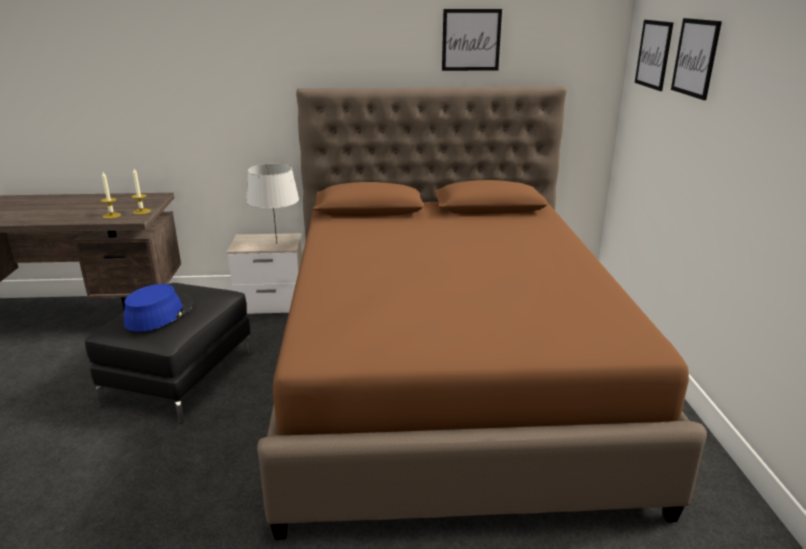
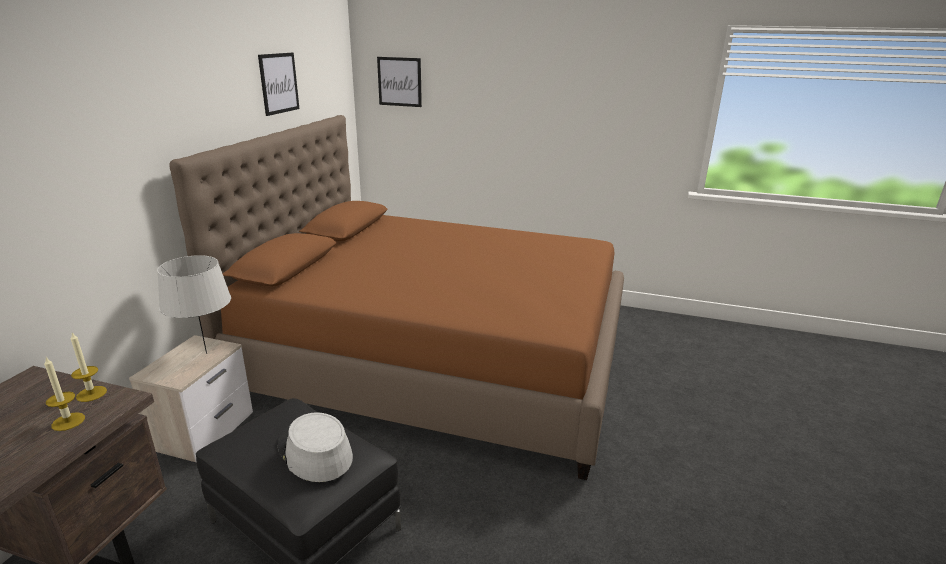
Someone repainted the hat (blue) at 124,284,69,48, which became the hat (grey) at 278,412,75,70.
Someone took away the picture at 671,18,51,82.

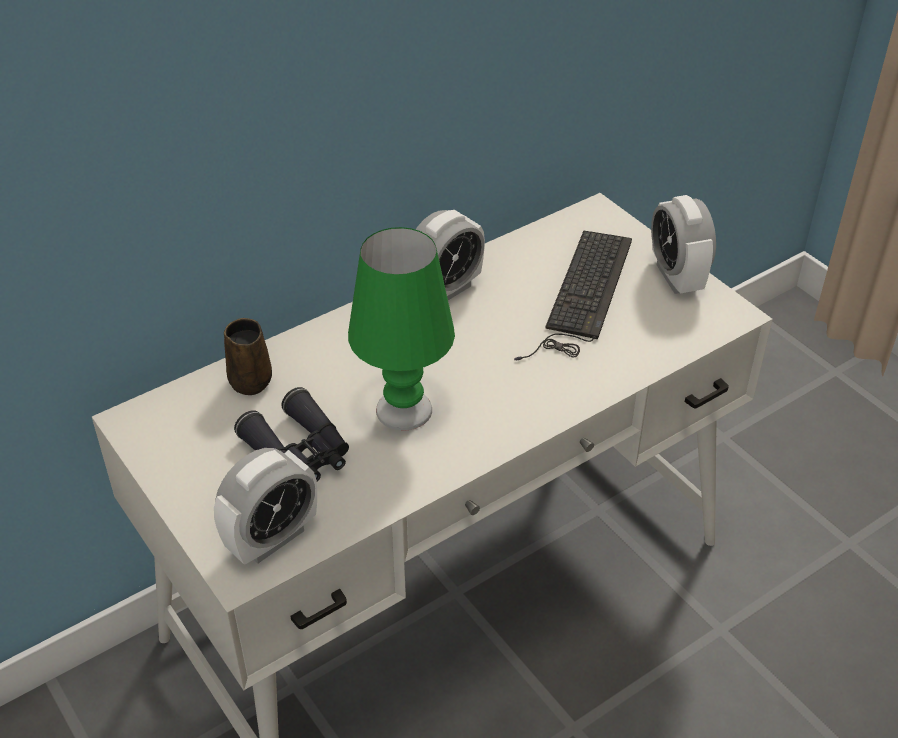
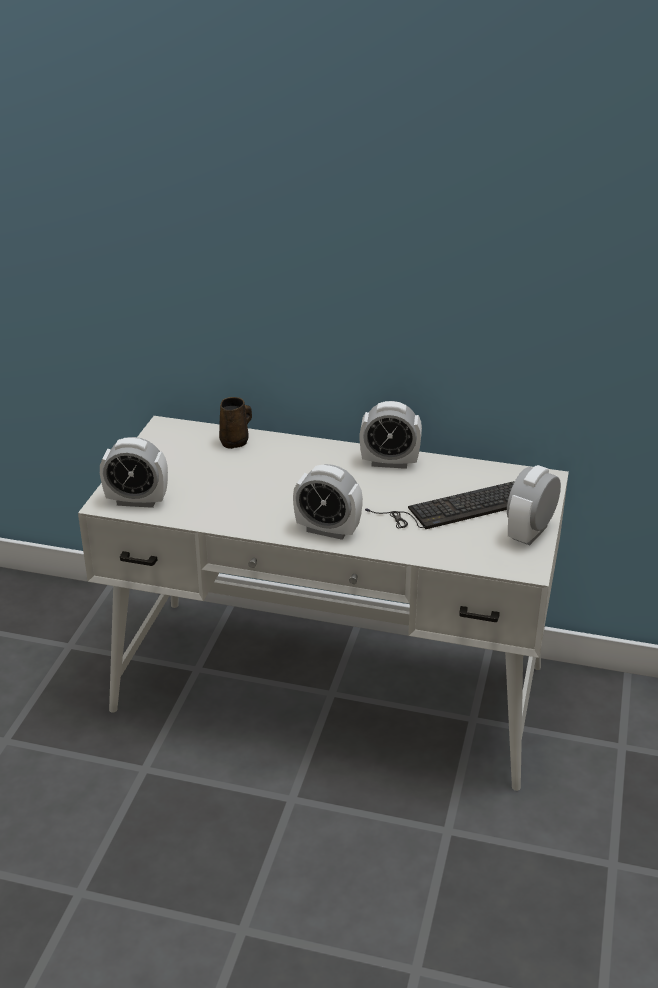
Someone put down the alarm clock at 293,464,70,76.
Someone took away the binoculars (black) at 234,387,115,94.
Someone took away the table lamp (green) at 348,227,107,204.

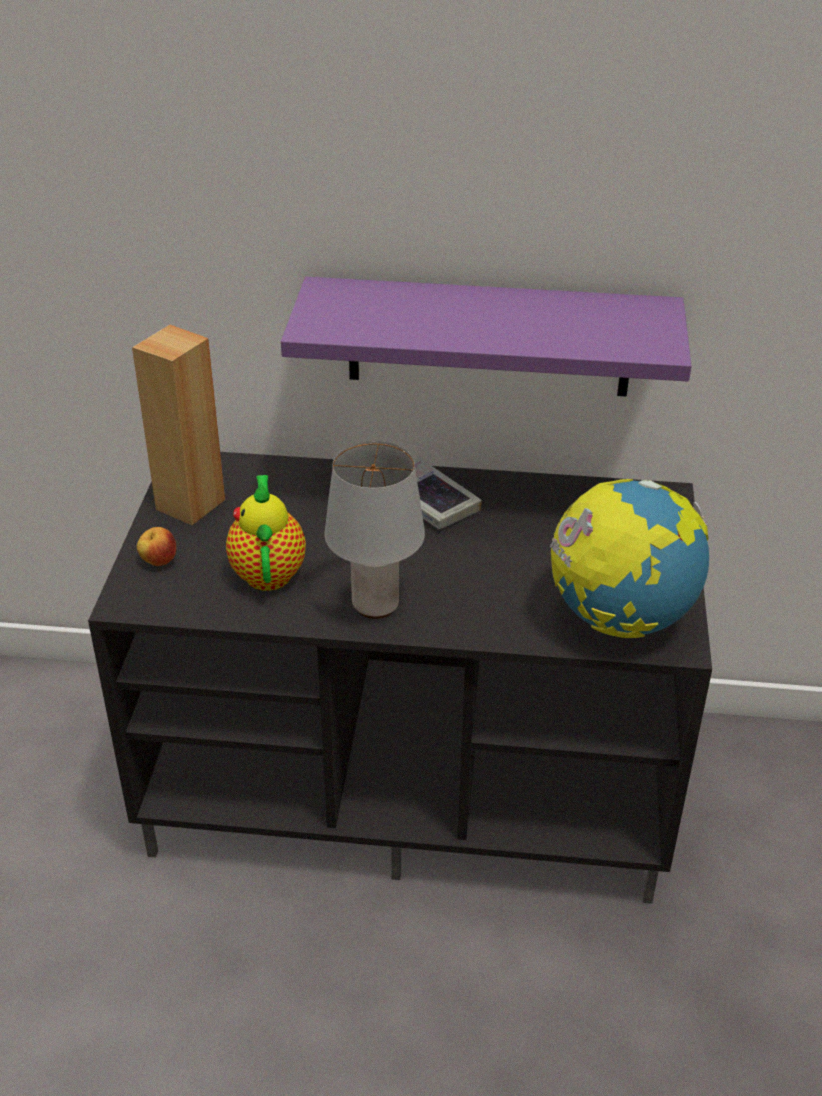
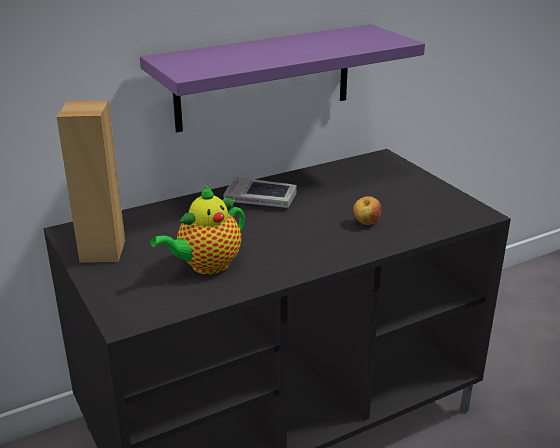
Someone rotated the teapot at 226,475,80,116 by 90 degrees counterclockwise.
Someone carried the apple from 137,527,39,39 to 353,196,28,29.
Someone took away the table lamp (grey) at 325,441,100,178.
Someone took away the globe at 550,479,159,159.

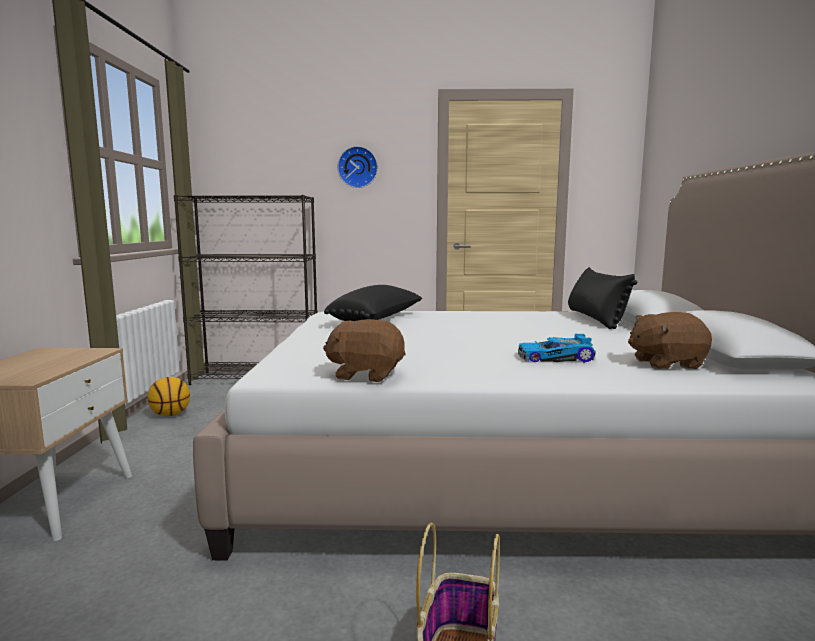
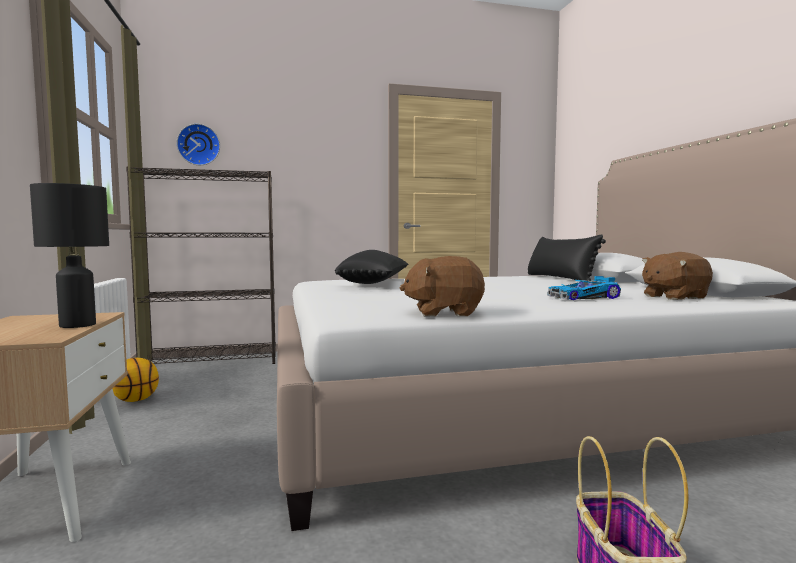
Someone put down the table lamp (black) at 30,183,79,145.
Someone carried the wall clock from 337,146,41,42 to 177,124,43,41.

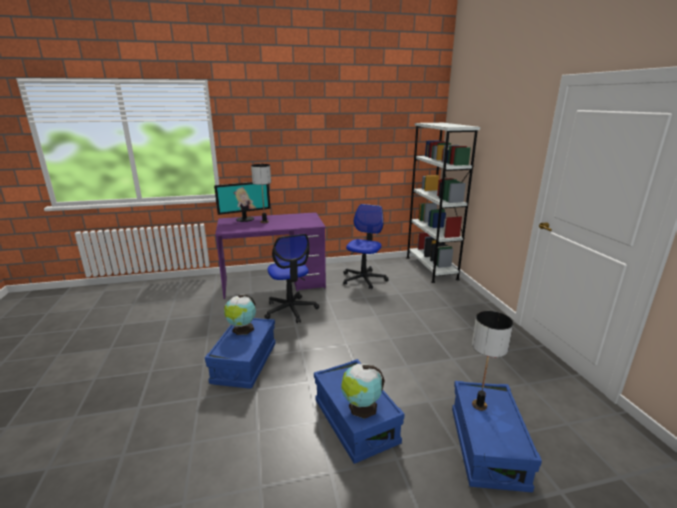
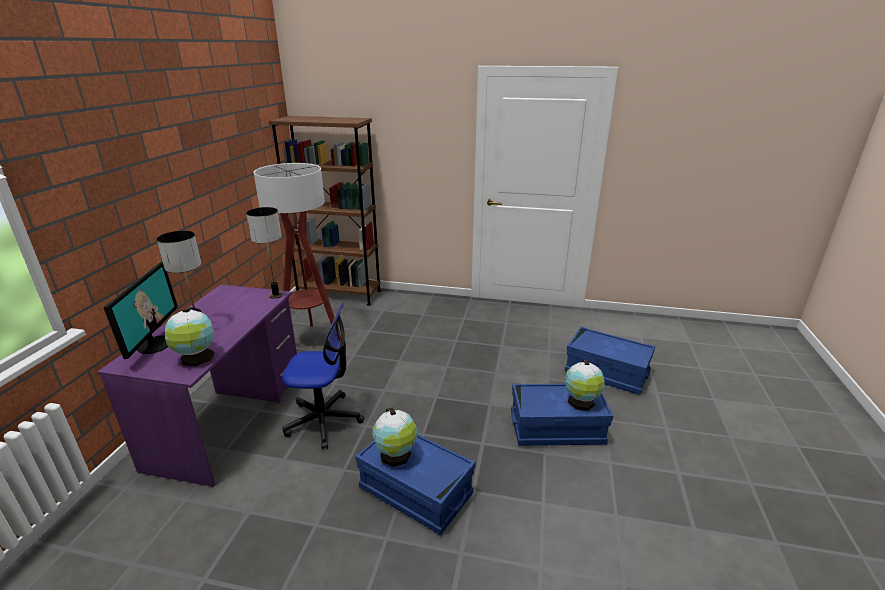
Someone put down the globe at 165,307,50,59.
Someone carried the table lamp from 472,311,41,100 to 246,207,36,92.
Someone swapped the office chair at 343,204,46,85 for the floor lamp at 254,163,88,178.
Someone repainted the bookcase (white) at 406,123,74,160, which became the bookcase (brown) at 269,116,112,190.

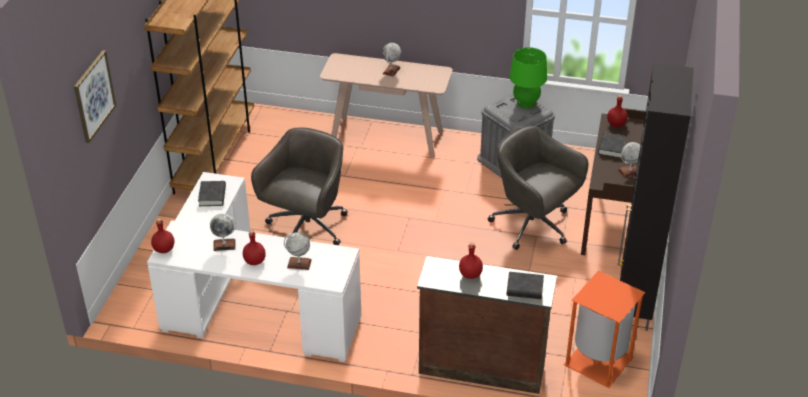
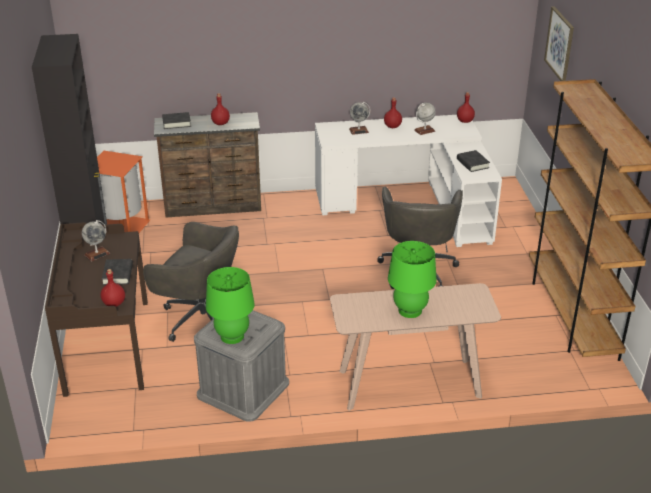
Someone swapped the globe at 382,43,19,34 for the table lamp (green) at 388,241,49,77.

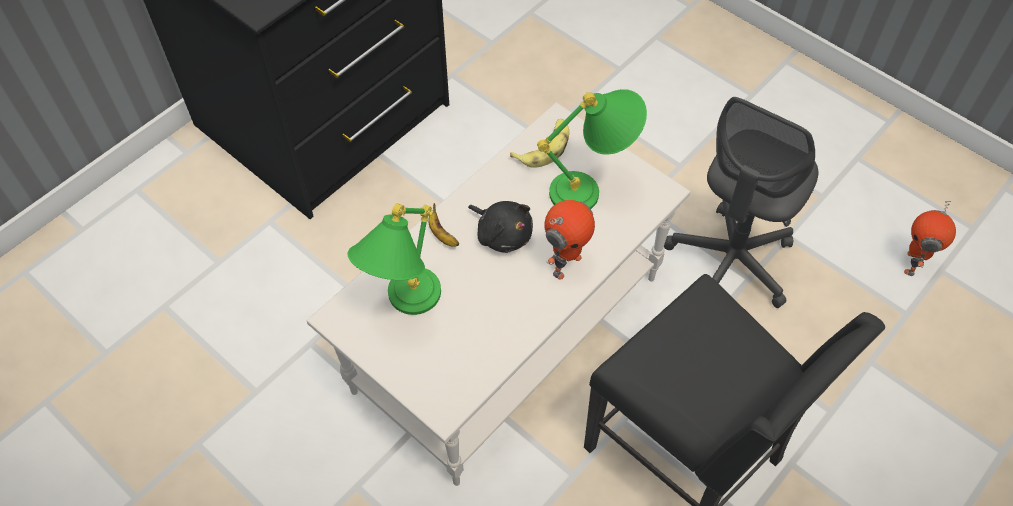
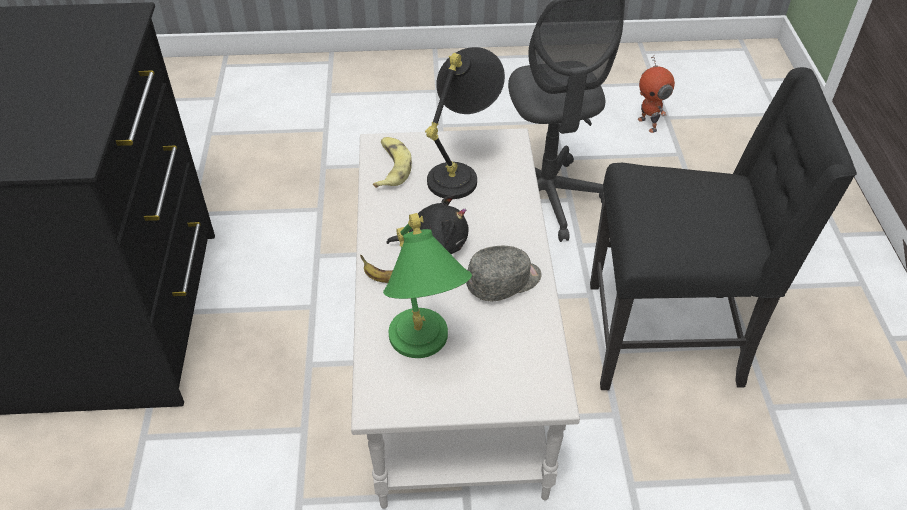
Someone repainted the table lamp (green) at 537,89,110,120, which became the table lamp (black) at 425,47,80,152.
Someone put down the cap (grey) at 466,246,76,55.
Someone took away the toy robot at 544,200,51,80.

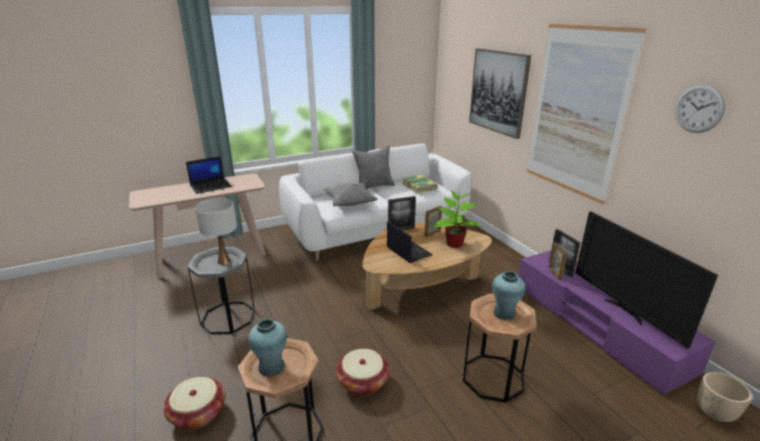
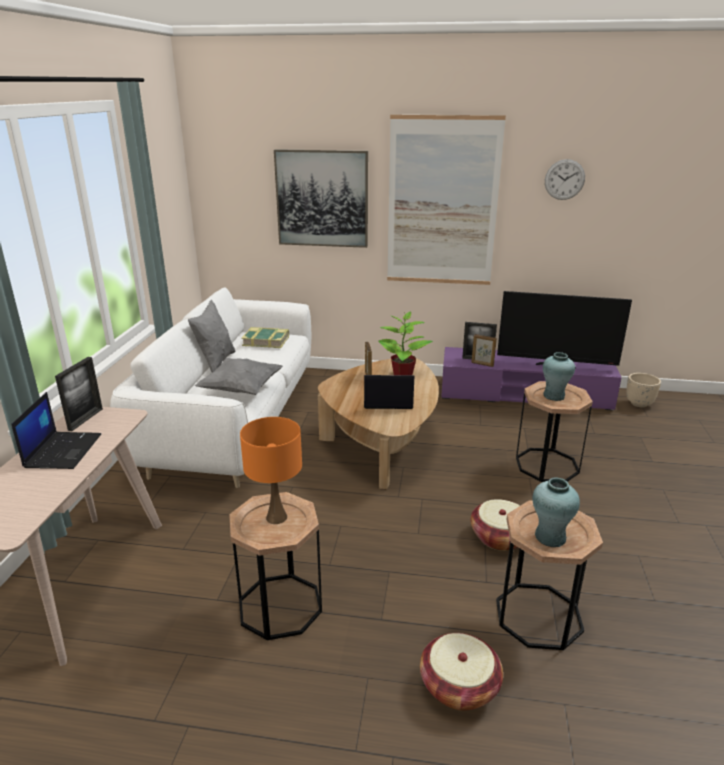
Someone carried the picture frame from 388,196,28,35 to 55,357,48,74.
Someone repainted the side table (grey) at 187,247,68,87, which became the side table (brown) at 229,492,93,148.
Someone repainted the table lamp (white) at 195,198,42,67, which became the table lamp (orange) at 240,417,62,107.

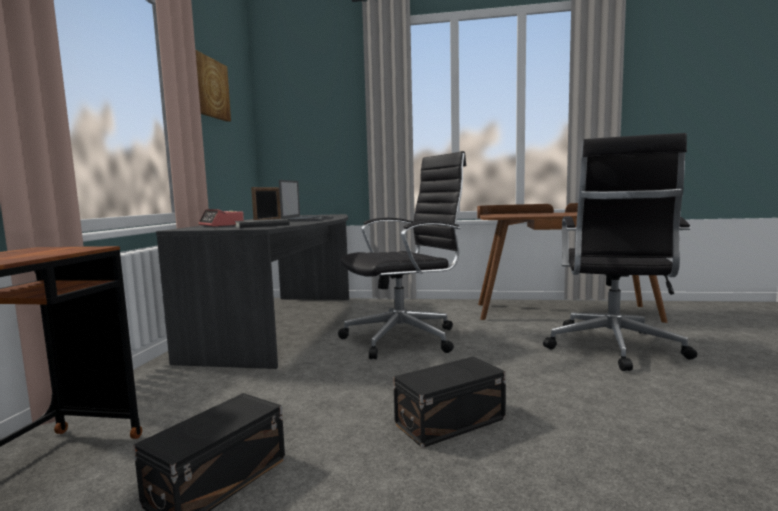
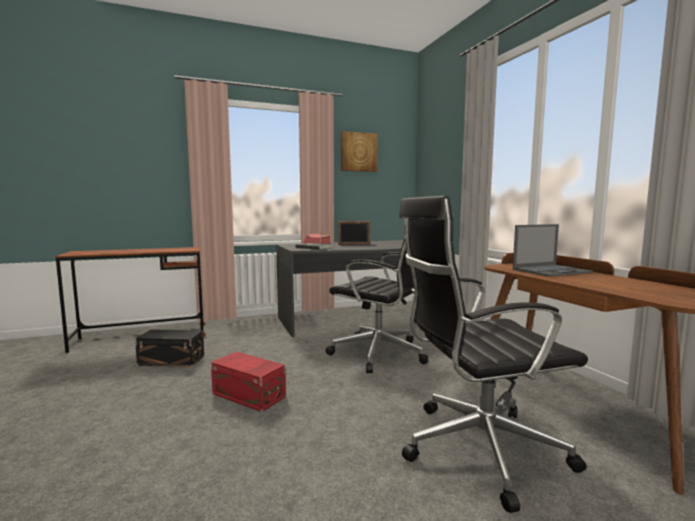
Someone repainted the storage box (black) at 393,357,113,91, which became the storage box (red) at 211,352,75,60.
Someone carried the laptop from 279,180,54,42 to 513,224,80,53.

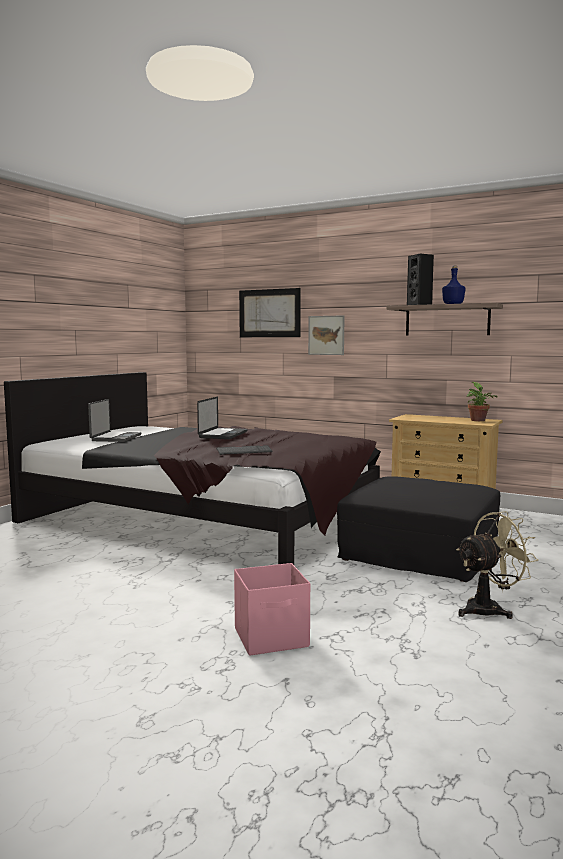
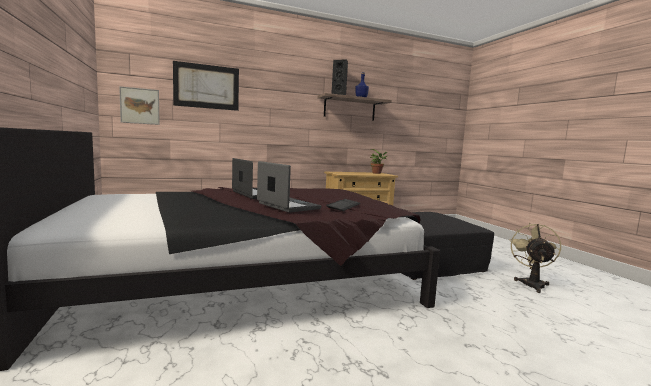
Someone carried the picture from 308,315,37,40 to 119,86,41,39.
Someone carried the laptop from 88,399,53,43 to 257,161,65,52.
Someone took away the storage box (pink) at 234,563,76,93.

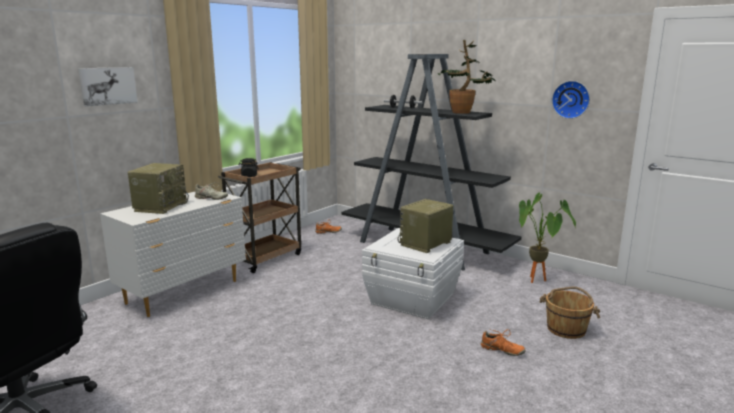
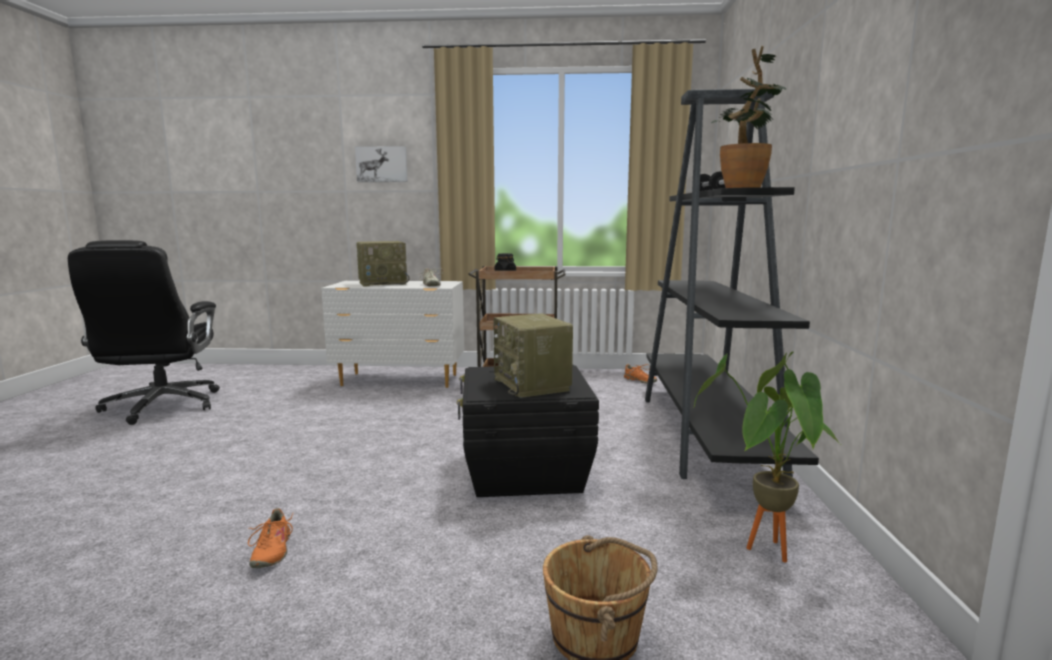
Someone carried the shoe (orange) from 481,329,45,27 to 248,508,46,60.
Someone repainted the storage box (white) at 362,228,102,91, which became the storage box (black) at 457,365,142,132.
Someone rotated the radio at 398,199,55,54 by 120 degrees counterclockwise.
Someone took away the wall clock at 552,81,38,38.

